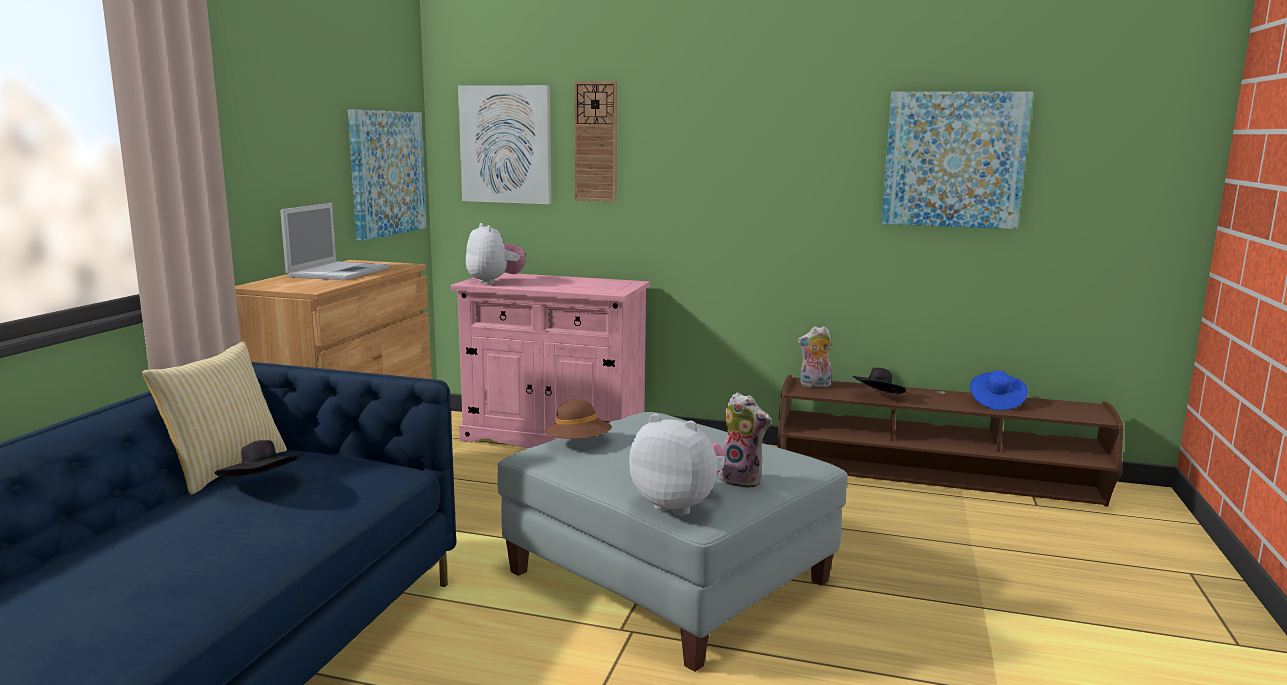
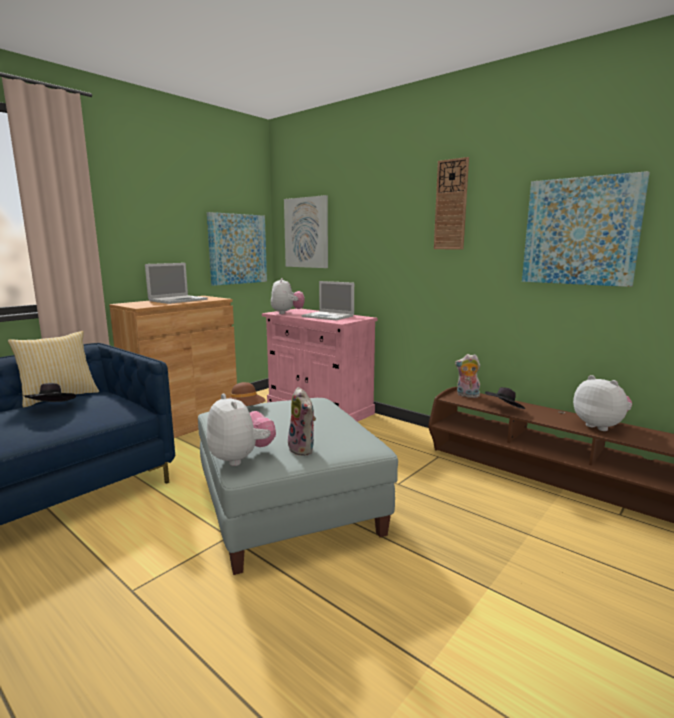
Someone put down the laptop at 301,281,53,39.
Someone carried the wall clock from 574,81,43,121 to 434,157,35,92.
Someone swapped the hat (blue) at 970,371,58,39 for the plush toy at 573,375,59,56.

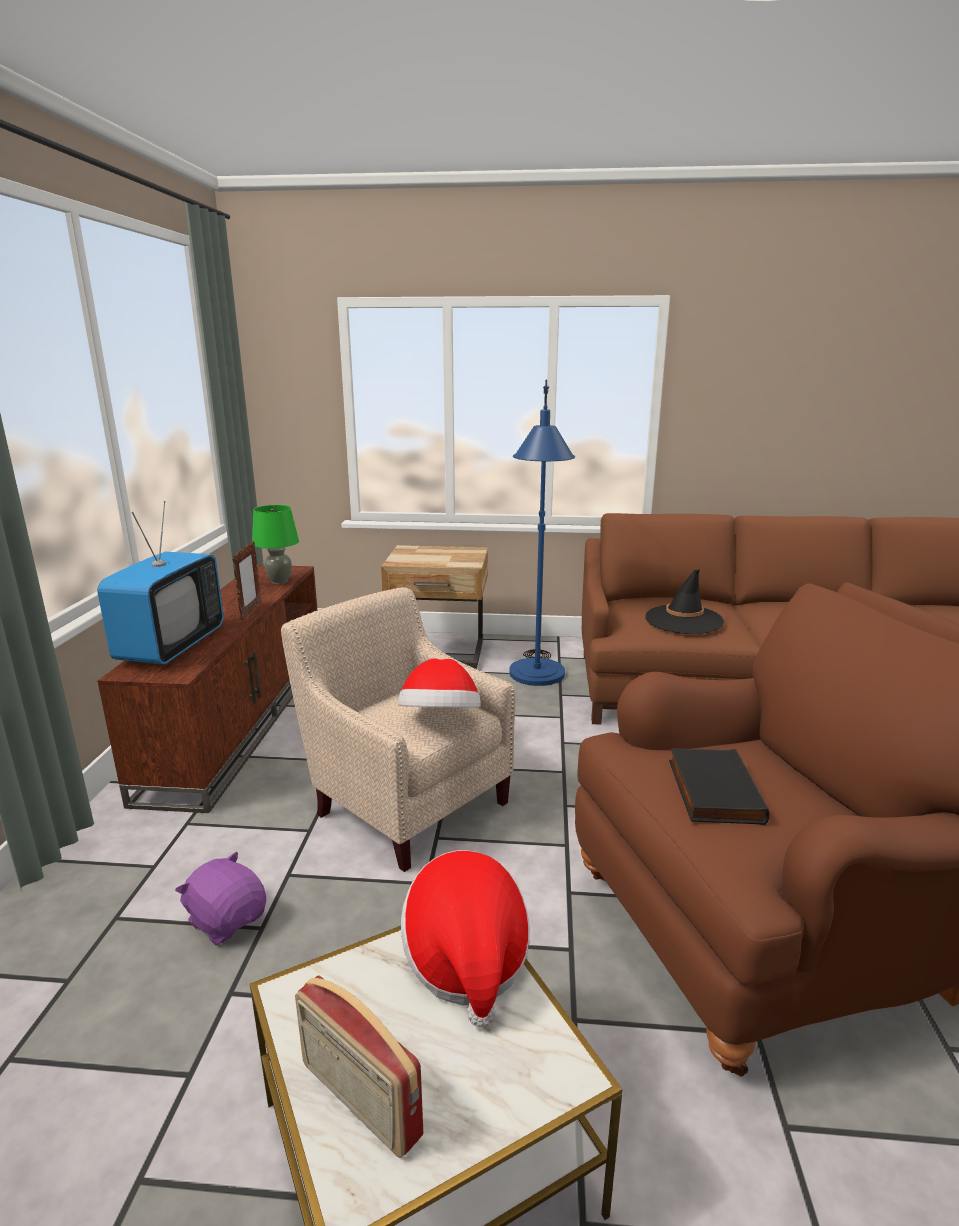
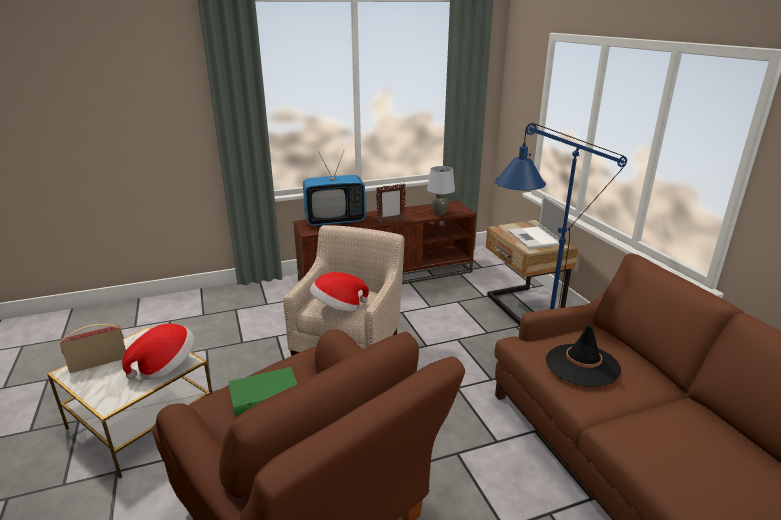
Someone rotated the radio at 295,975,128,183 by 45 degrees clockwise.
Someone repainted the book (black) at 669,748,101,77, which became the book (green) at 228,367,69,49.
Someone repainted the table lamp (green) at 252,505,47,79, which became the table lamp (grey) at 427,166,28,50.
Someone put down the laptop at 508,195,57,54.
Someone took away the plush toy (purple) at 175,851,91,94.

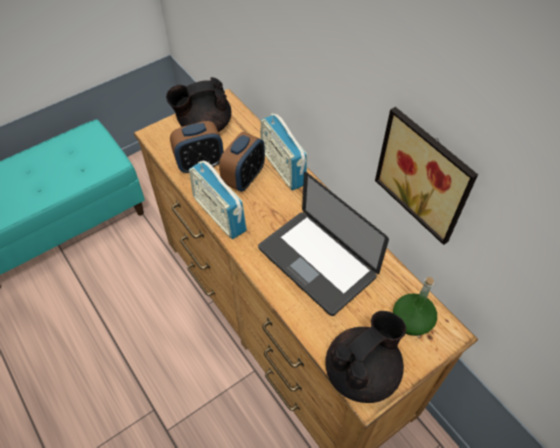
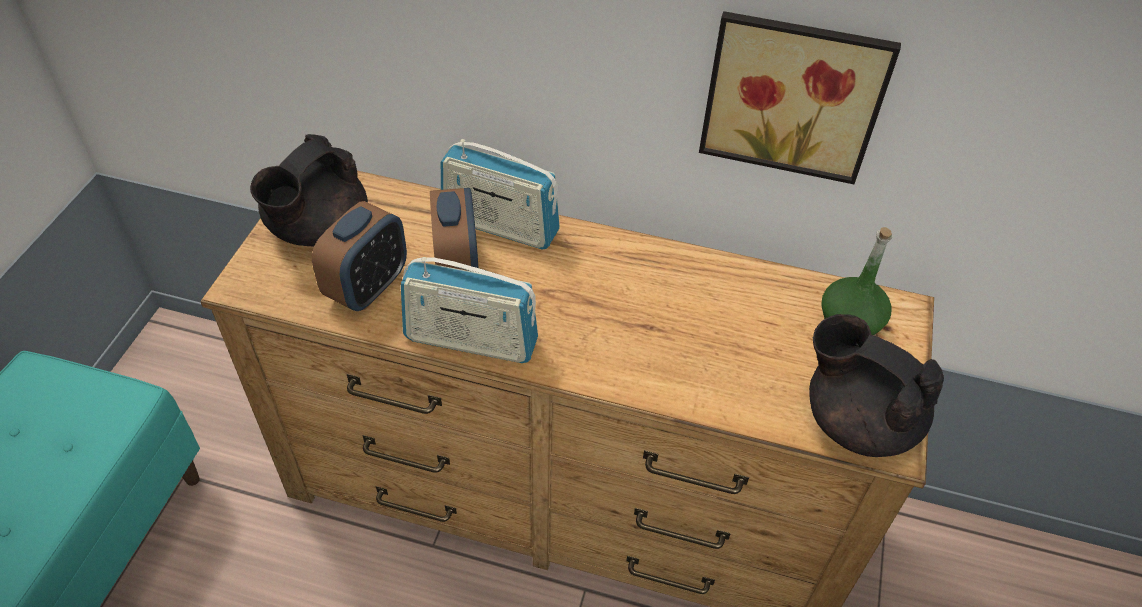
Someone rotated the teapot (black) at 325,311,81,92 by 60 degrees counterclockwise.
Someone took away the laptop at 258,172,131,144.

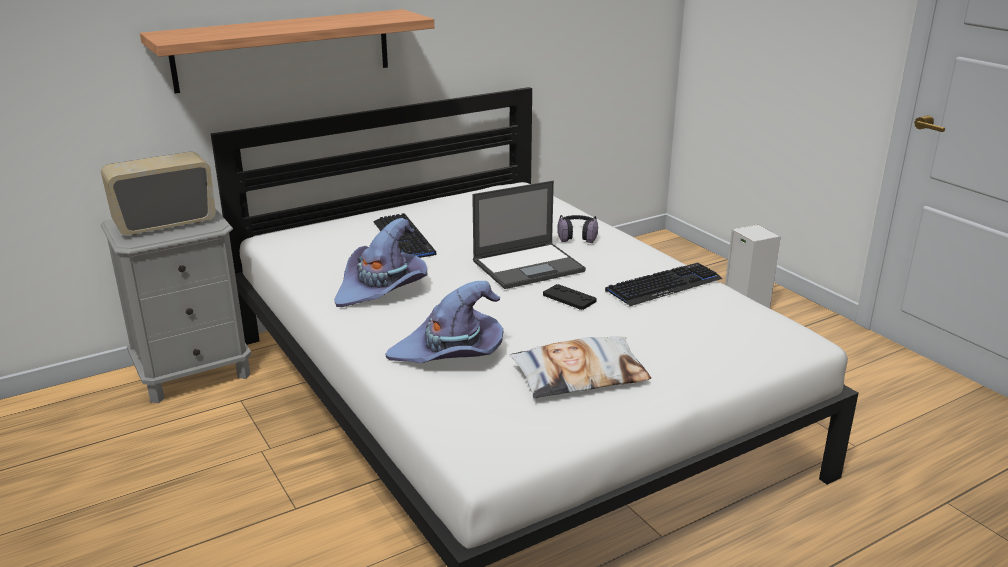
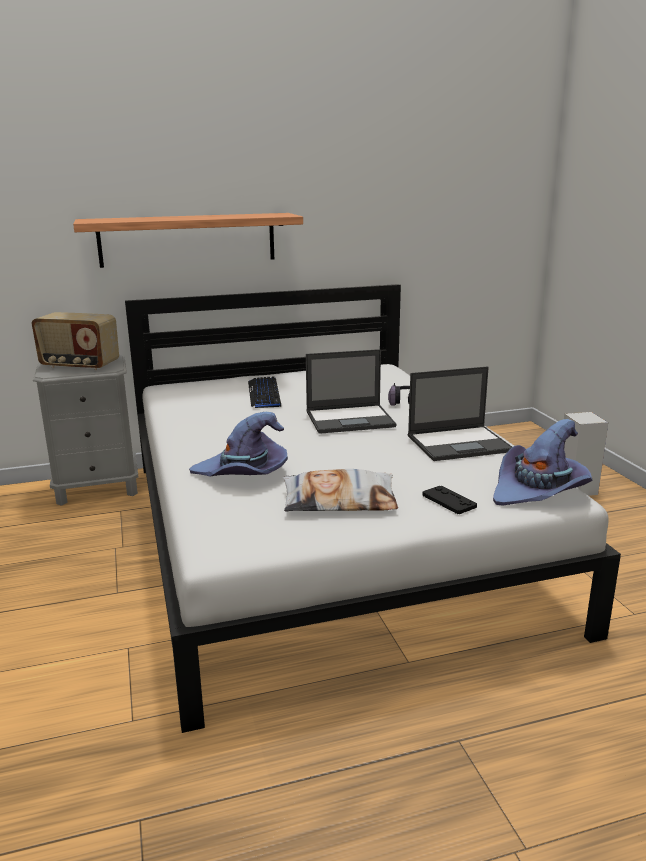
Someone rotated the radio at 101,151,115,85 by 150 degrees counterclockwise.
Someone swapped the keyboard at 605,263,118,43 for the laptop at 408,366,104,95.
Someone carried the game controller (black) from 543,284,54,26 to 422,486,55,28.
Someone carried the hat (purple) from 334,218,93,89 to 493,419,100,87.

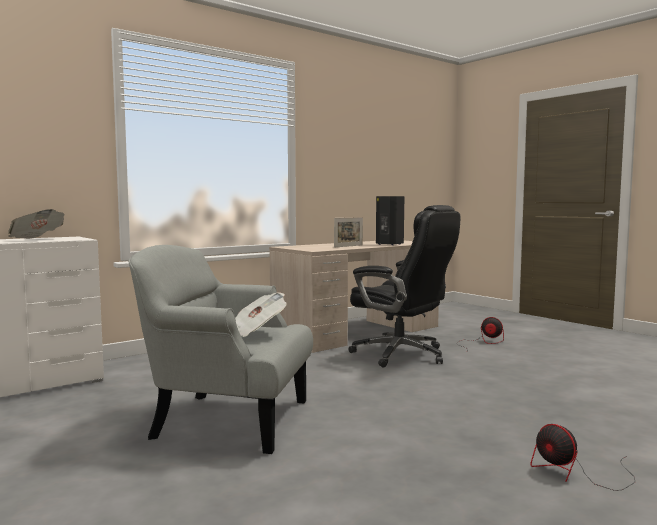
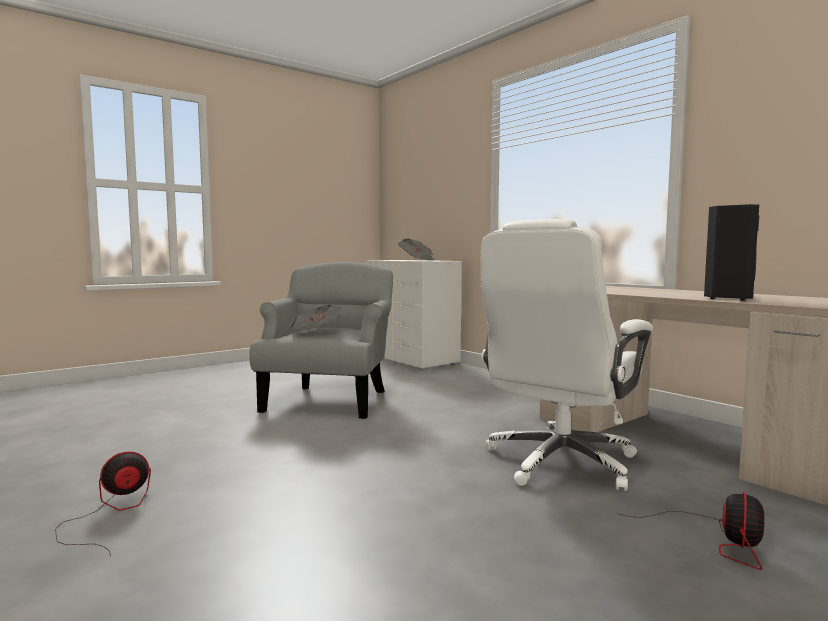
Someone repainted the office chair (black) at 349,205,112,163, which became the office chair (white) at 480,219,173,272.
Someone took away the picture frame at 334,217,29,31.

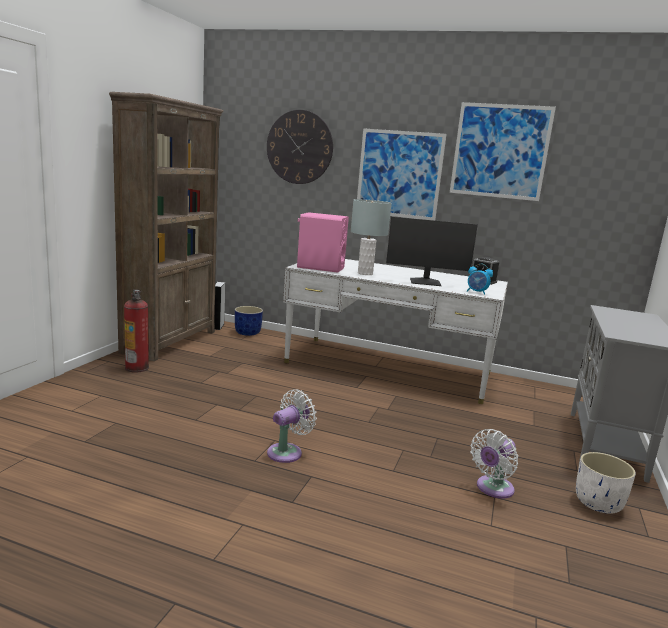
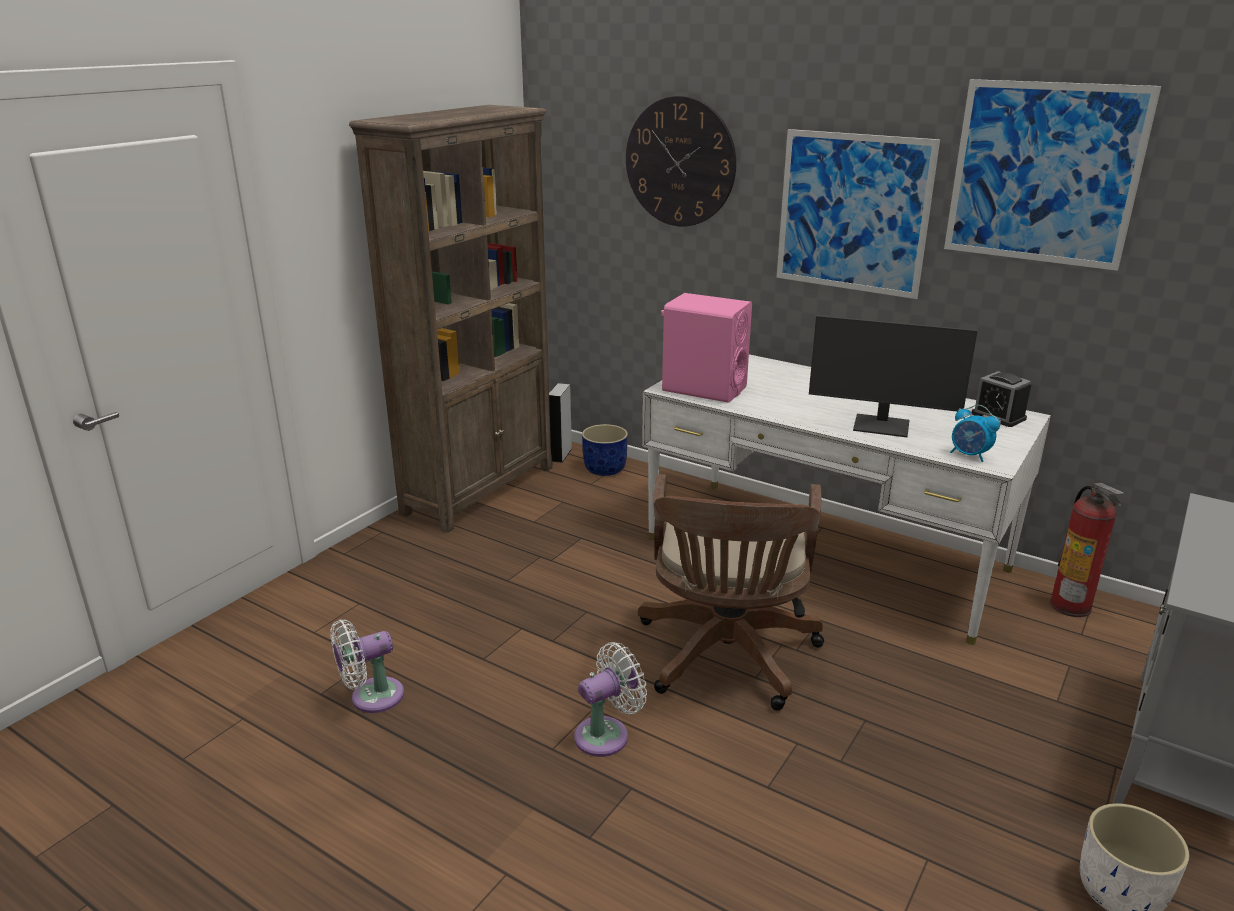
Someone carried the fan (white) from 471,429,47,70 to 330,619,74,94.
Someone put down the office chair (brown) at 638,474,186,237.
Someone carried the fire extinguisher from 124,289,25,83 to 1050,483,75,134.
Someone took away the table lamp (grey) at 351,199,41,76.

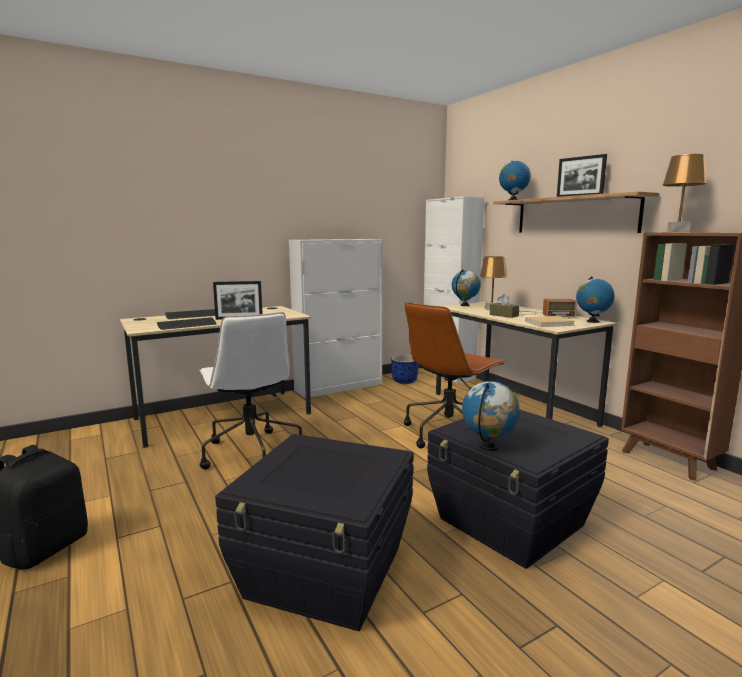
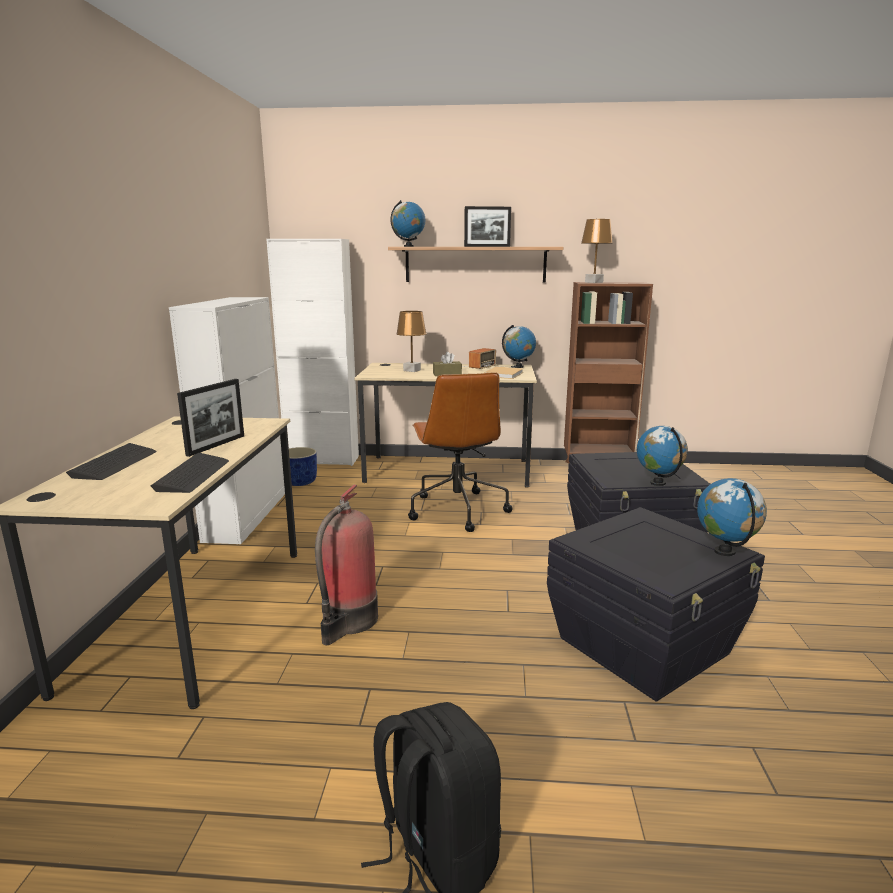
Someone swapped the office chair (white) at 199,312,103,157 for the fire extinguisher at 315,485,63,160.
Someone carried the globe from 452,269,29,37 to 697,478,70,78.

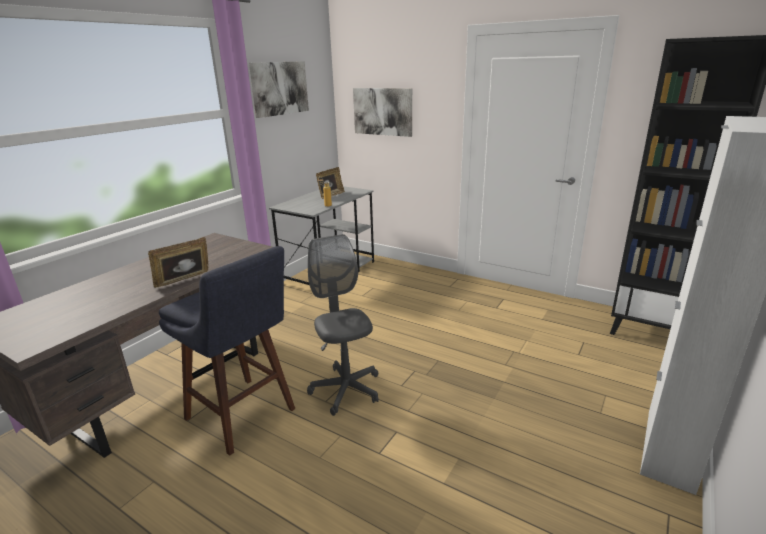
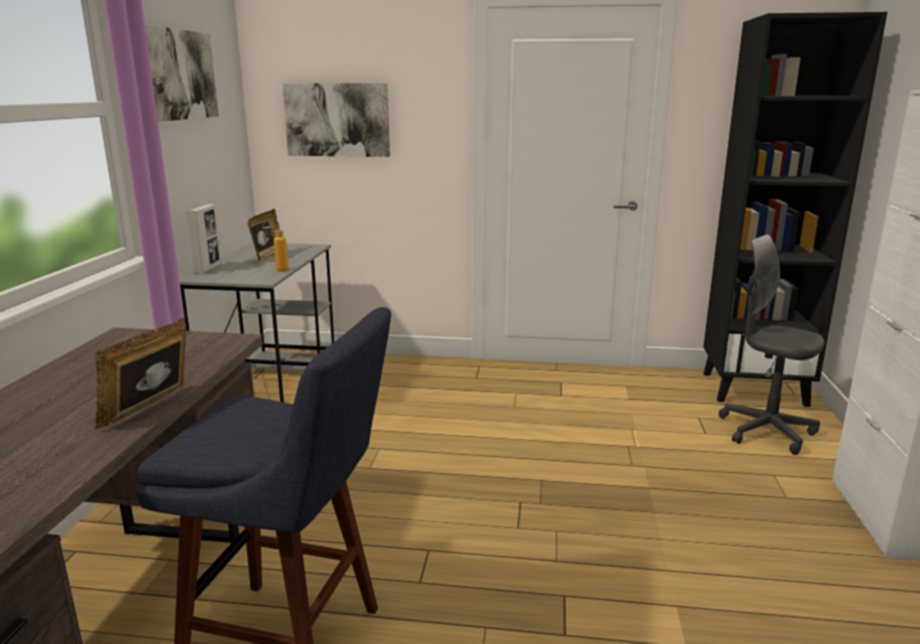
Someone put down the picture frame at 186,204,36,70.
Someone carried the office chair (grey) from 307,234,72,182 to 719,234,106,221.

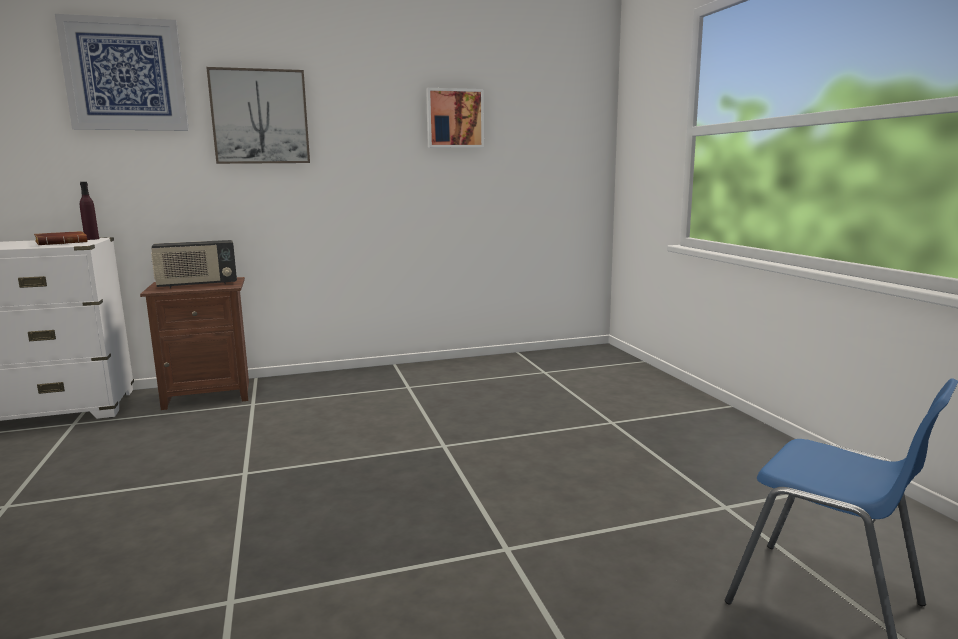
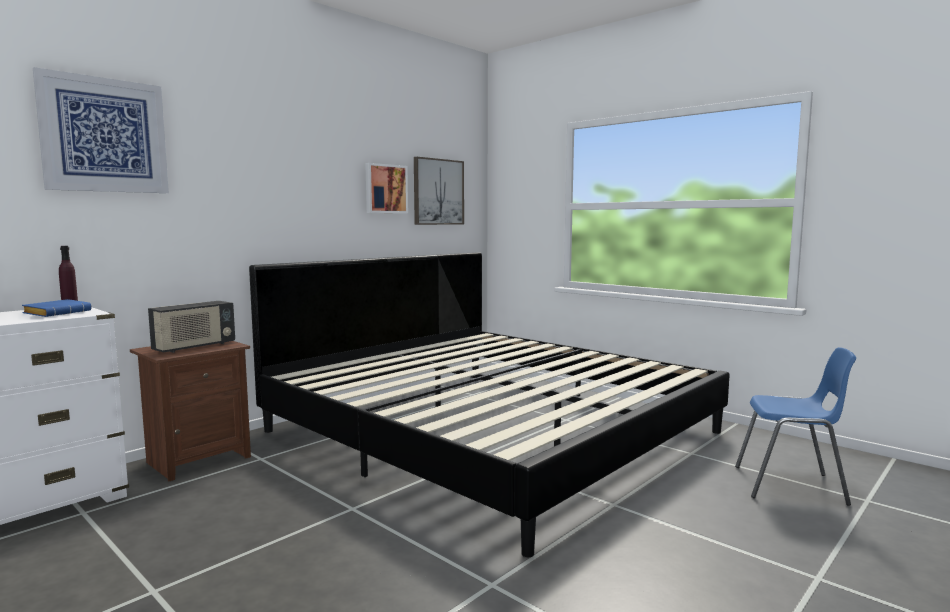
Someone repainted the book (brown) at 34,231,54,14, which became the book (blue) at 22,299,69,18.
Someone put down the bed at 249,252,481,305.
Someone carried the picture from 206,67,104,97 to 414,157,50,68.

